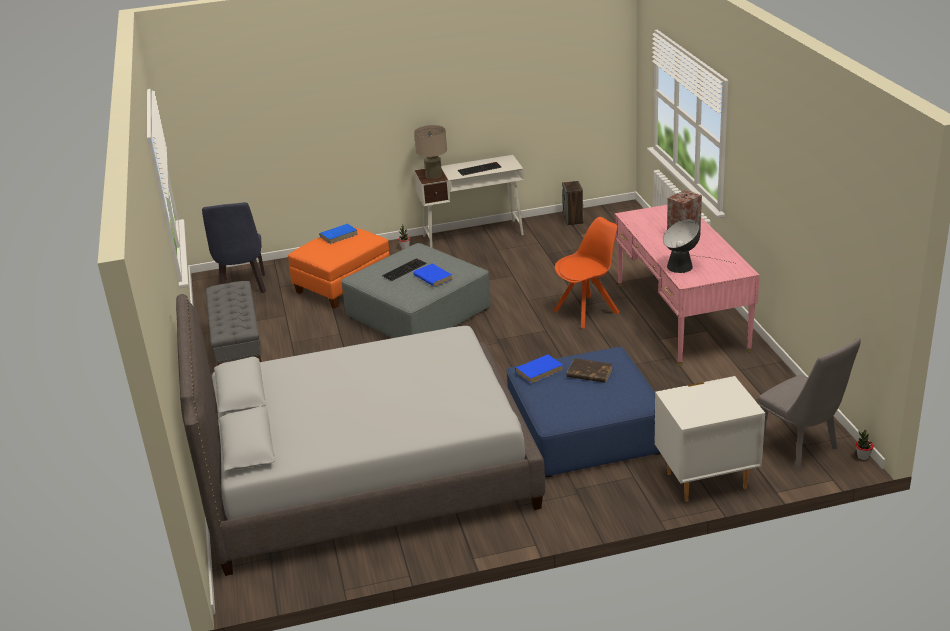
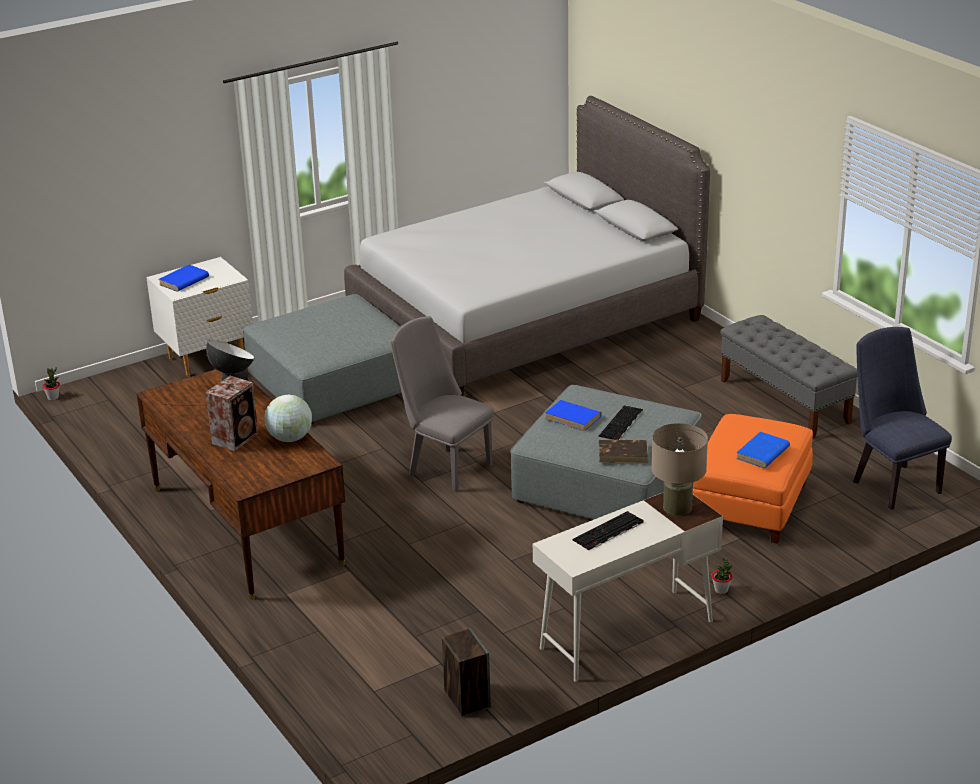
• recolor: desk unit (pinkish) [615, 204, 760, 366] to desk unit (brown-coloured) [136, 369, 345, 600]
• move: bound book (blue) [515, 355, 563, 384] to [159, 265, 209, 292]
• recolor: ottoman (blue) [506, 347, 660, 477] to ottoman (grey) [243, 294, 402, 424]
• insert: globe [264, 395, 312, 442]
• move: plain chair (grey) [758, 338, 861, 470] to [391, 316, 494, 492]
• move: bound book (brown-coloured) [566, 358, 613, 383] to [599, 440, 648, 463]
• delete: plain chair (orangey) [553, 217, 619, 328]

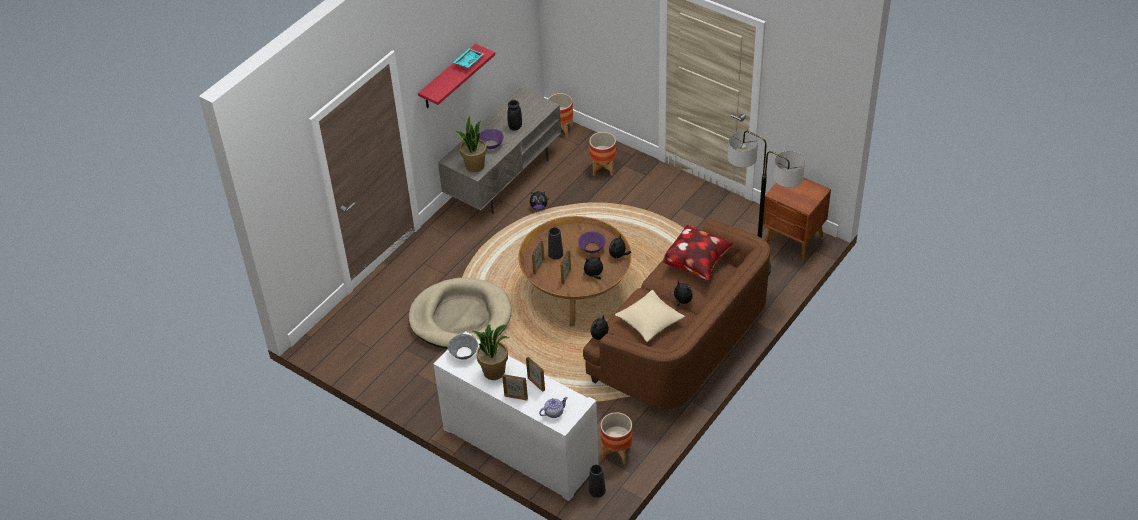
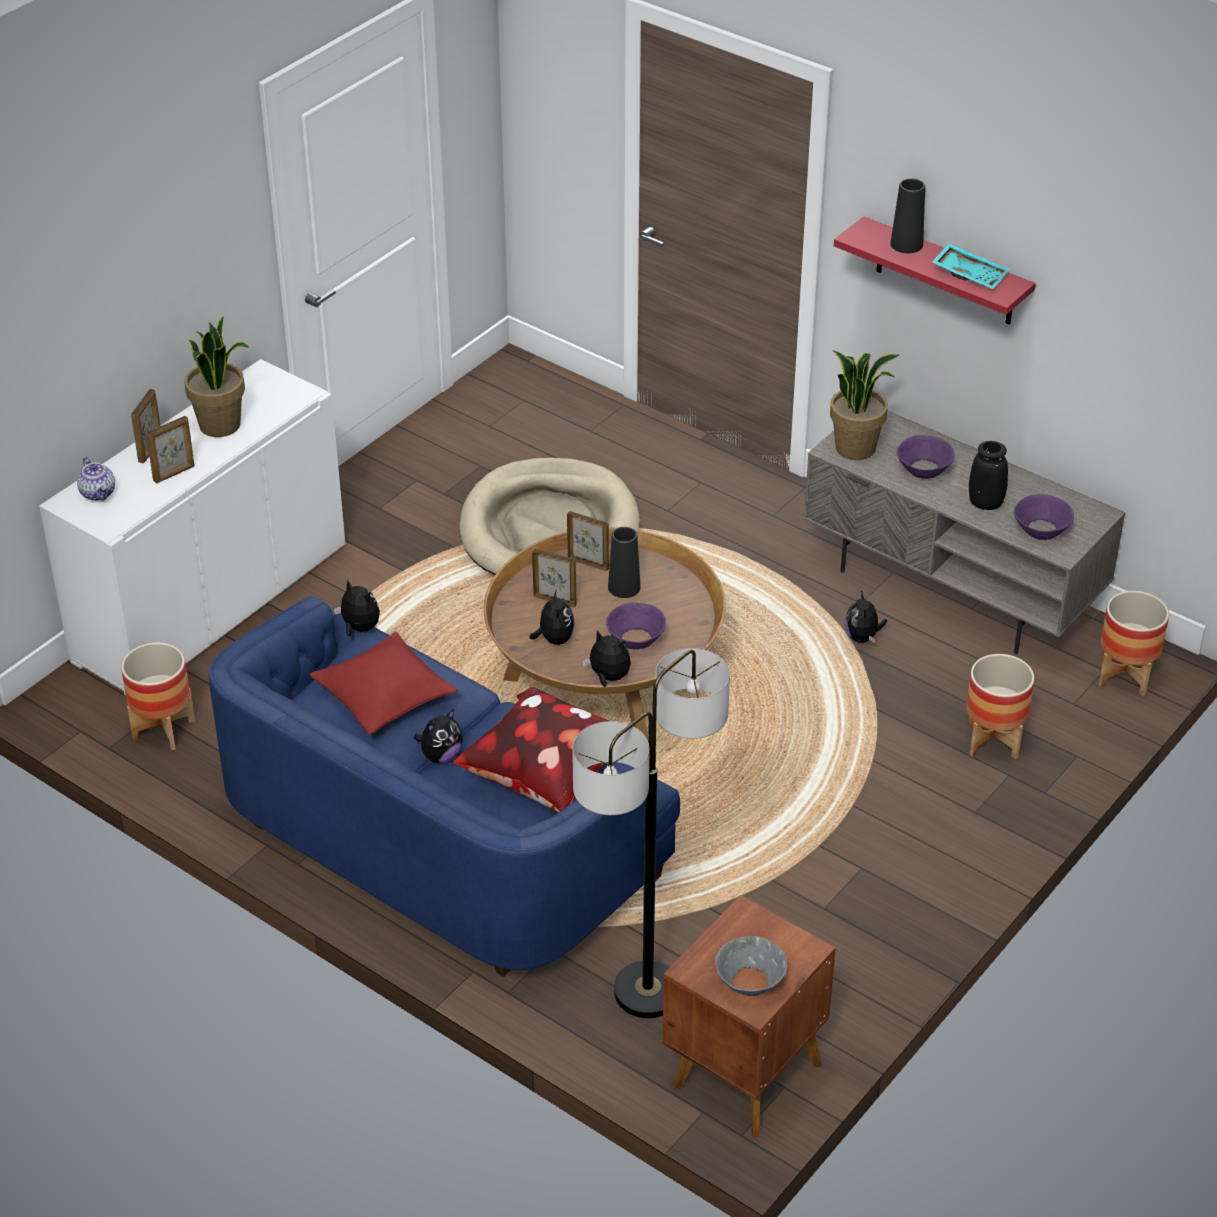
• recolor: settee (brown-coloured) [583, 219, 770, 409] to settee (blue) [209, 596, 680, 977]
• recolor: cushion (beige) [615, 290, 685, 342] to cushion (reddish) [309, 632, 458, 735]
• move: bowl (grey) [447, 334, 478, 360] to [715, 936, 788, 996]
• move: vase (blackish) [589, 464, 606, 498] to [890, 178, 925, 253]
• insert: bowl (purple-coloured) [1014, 494, 1074, 540]

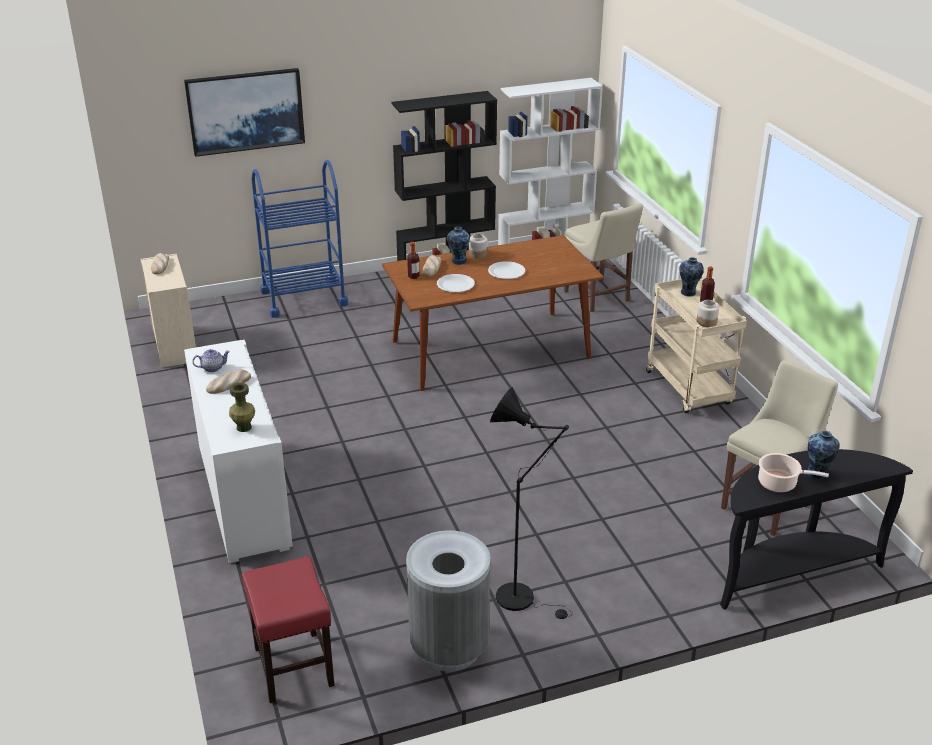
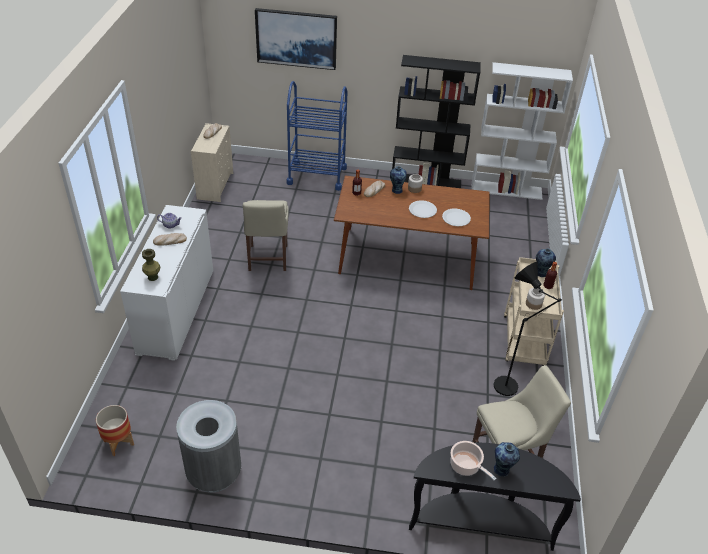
• replace: stool seat (reddish) [242, 556, 334, 703] to planter [96, 405, 134, 456]
• move: plain chair (beige) [564, 203, 643, 312] to [243, 200, 289, 271]
• move: dinner plate (white-coloured) [437, 274, 475, 292] to [442, 208, 471, 226]
• move: standing lamp (blackish) [490, 387, 573, 619] to [493, 262, 562, 396]

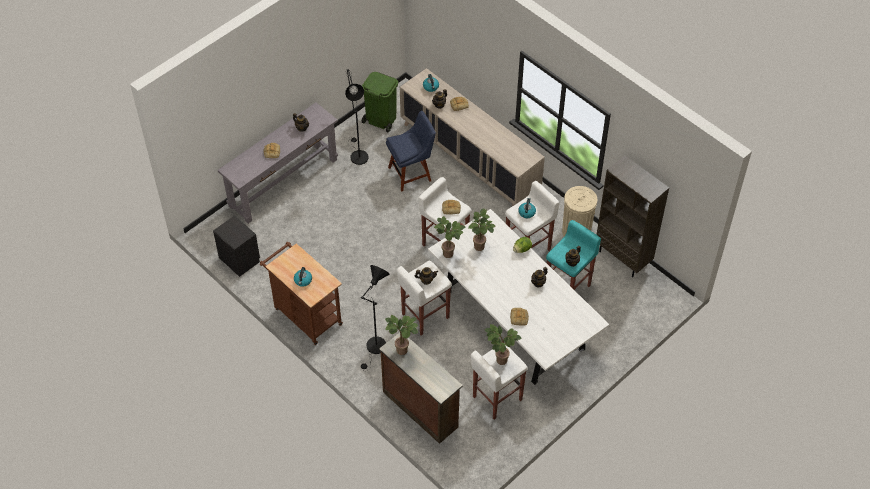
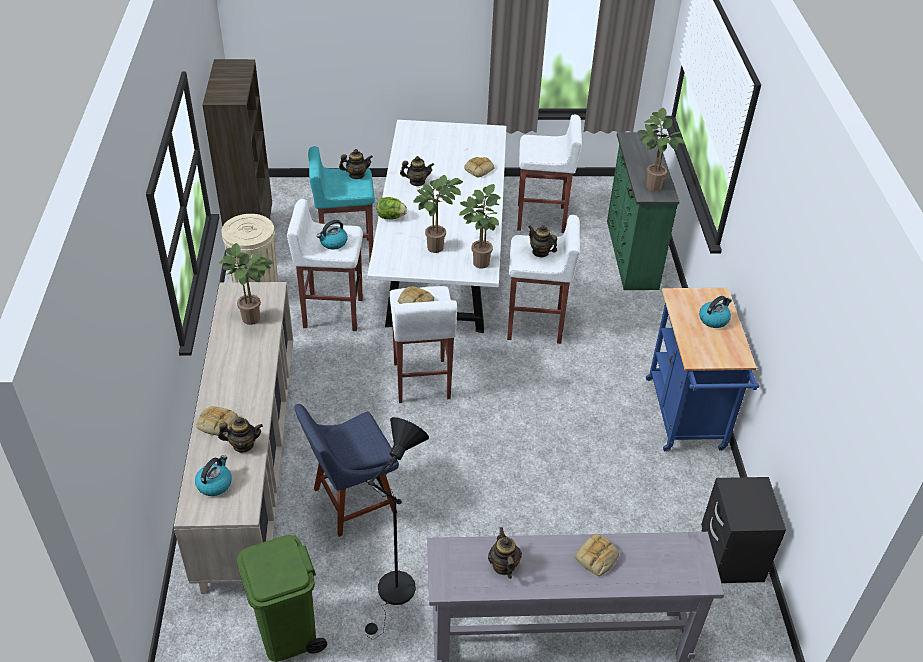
• move: houseplant [484, 324, 522, 365] to [219, 243, 274, 325]
• rotate: plain chair (blue) [386, 111, 436, 192] = [294, 404, 399, 537] 45 degrees counterclockwise
• recolor: chest of drawers (brown-coloured) [379, 332, 463, 444] to chest of drawers (green) [607, 132, 680, 290]
• recolor: trolley (brown-coloured) [260, 242, 343, 345] to trolley (blue) [646, 288, 759, 452]
• delete: standing lamp (blackish) [361, 265, 389, 372]

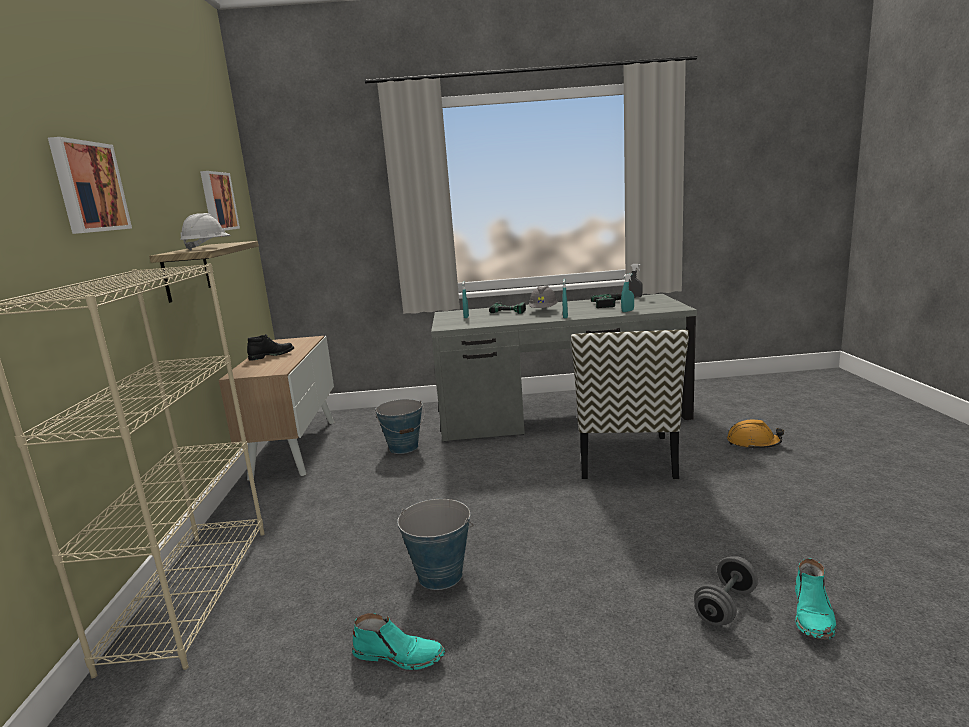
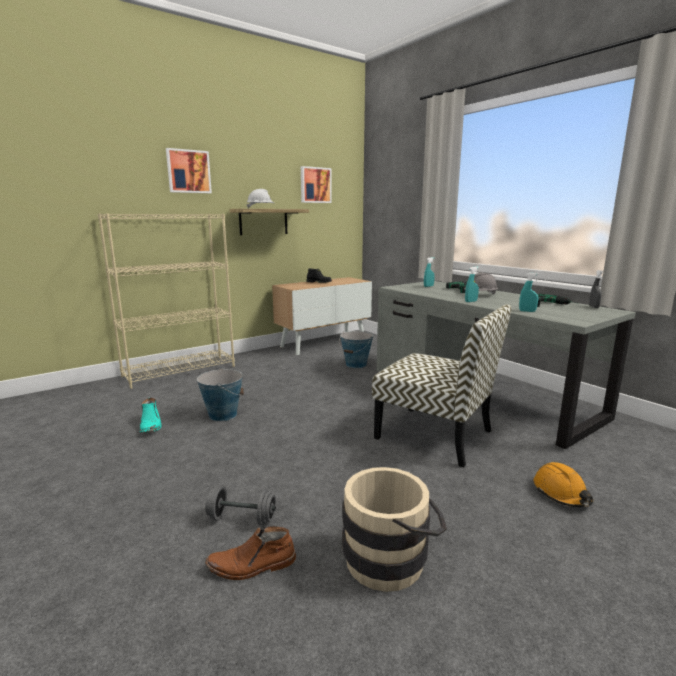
• recolor: boot (blue-green) [795, 558, 836, 640] to boot (brown-coloured) [205, 526, 296, 580]
• insert: water bucket (beige) [342, 467, 447, 592]
• rotate: plain chair [571, 330, 689, 479] = [372, 304, 511, 467] 120 degrees counterclockwise

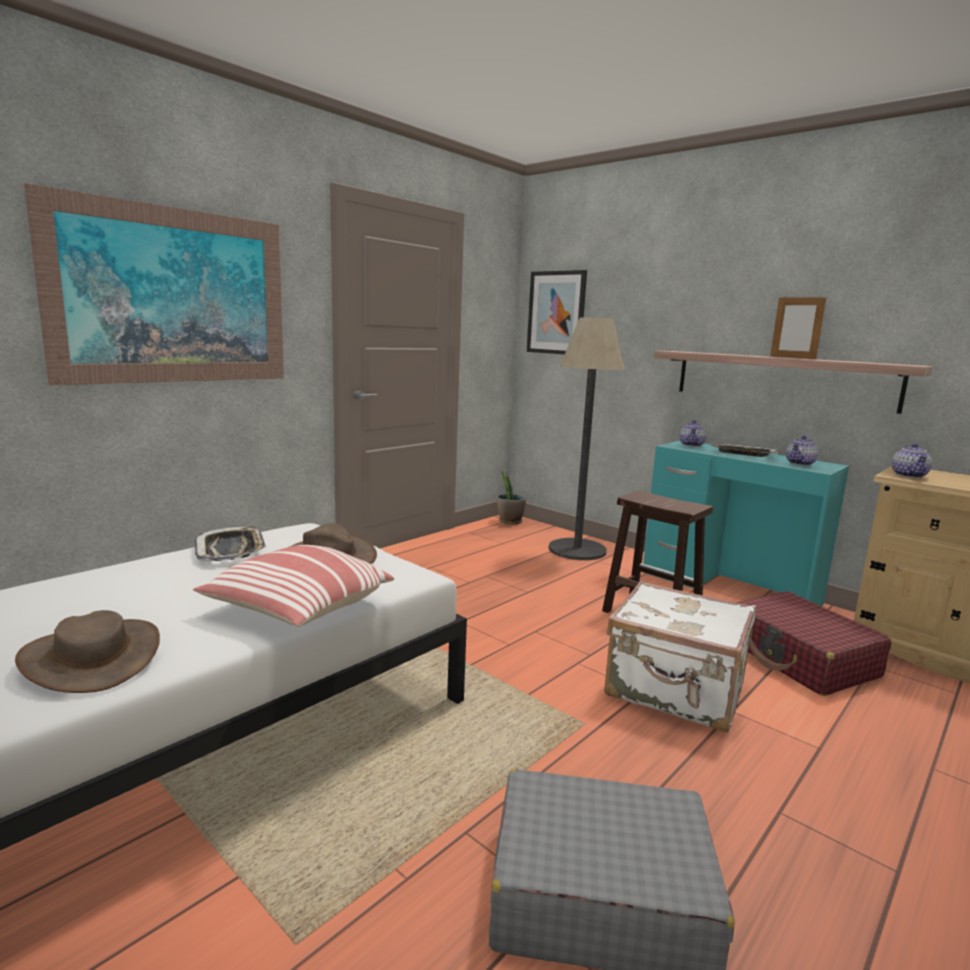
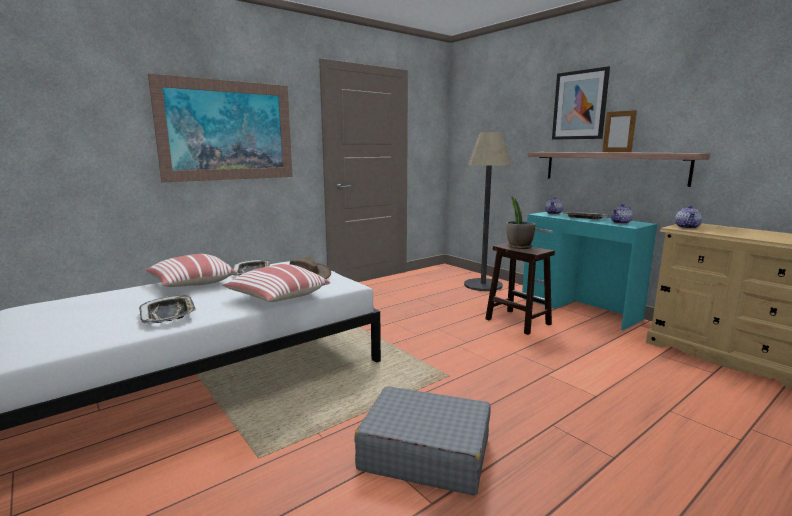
• replace: hat (brown-coloured) [15, 610, 160, 693] to carrying tray [139, 295, 196, 324]
• insert: cushion [145, 254, 237, 287]
• move: houseplant [497, 471, 526, 524] to [506, 196, 536, 249]
• move: wall picture [527, 270, 587, 354] to [552, 66, 610, 140]
• delete: travel case (white-coloured) [604, 581, 756, 732]
• delete: travel case (reddish) [735, 591, 891, 696]

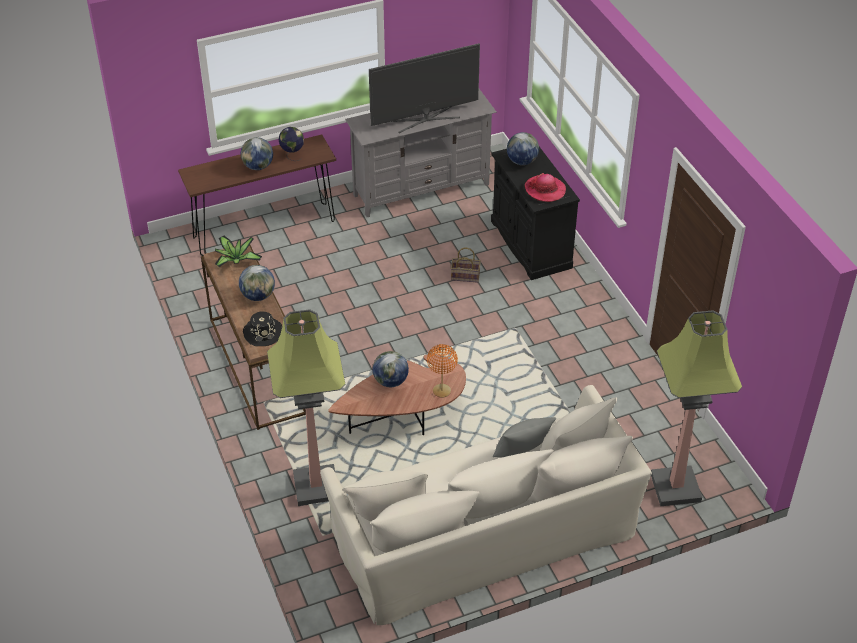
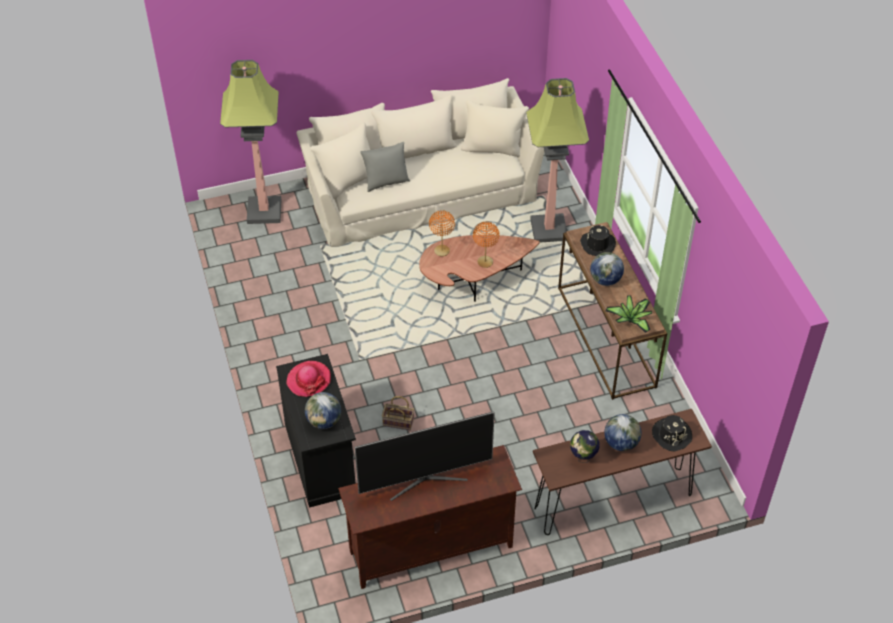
• recolor: tv stand (grey) [345, 89, 497, 217] to tv stand (brown-coloured) [338, 445, 522, 589]
• replace: globe [373, 351, 409, 387] to table lamp (orangey) [473, 222, 500, 268]
• insert: hat (blackish) [652, 415, 692, 452]

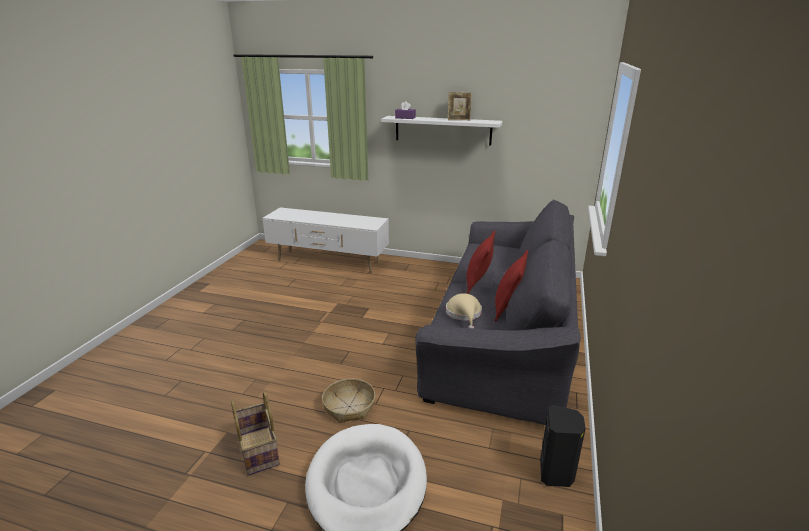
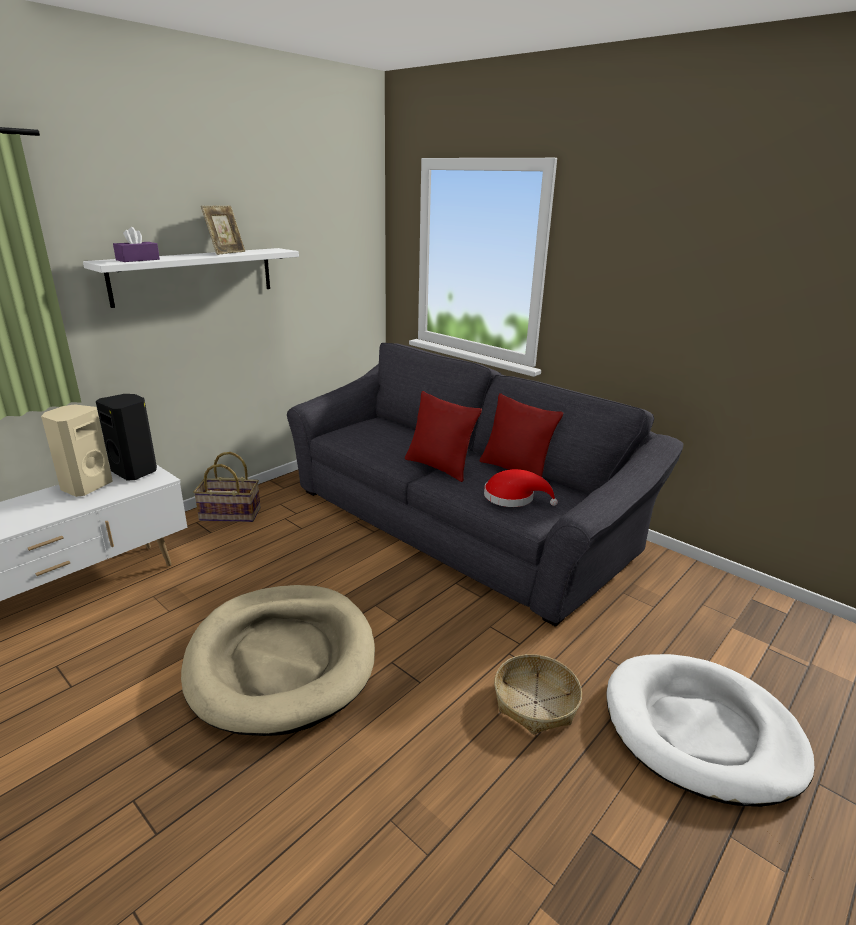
• insert: audio speaker (beige) [41, 404, 113, 497]
• move: audio speaker (blackish) [540, 405, 586, 487] to [96, 394, 157, 481]
• insert: dog cushion (beige) [181, 585, 375, 736]
• move: basket [231, 392, 280, 476] to [193, 452, 261, 522]
• recolor: hat (beige) [446, 293, 482, 328] to hat (reddish) [484, 469, 558, 507]

